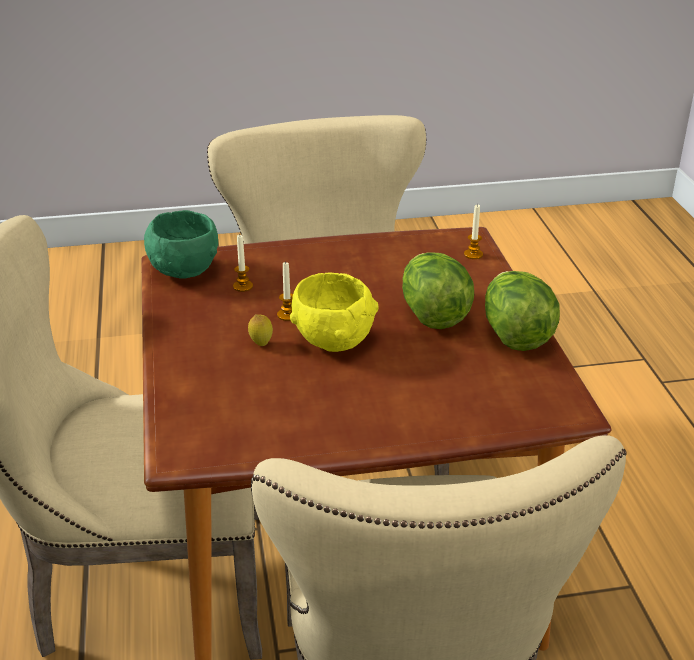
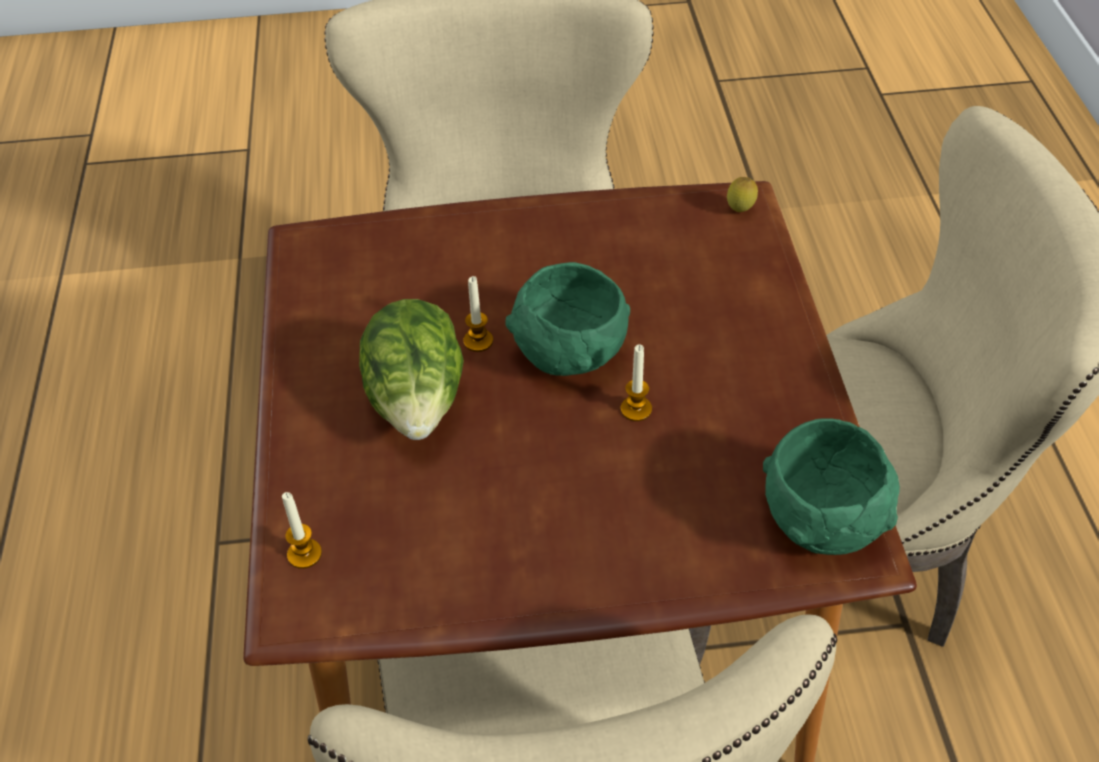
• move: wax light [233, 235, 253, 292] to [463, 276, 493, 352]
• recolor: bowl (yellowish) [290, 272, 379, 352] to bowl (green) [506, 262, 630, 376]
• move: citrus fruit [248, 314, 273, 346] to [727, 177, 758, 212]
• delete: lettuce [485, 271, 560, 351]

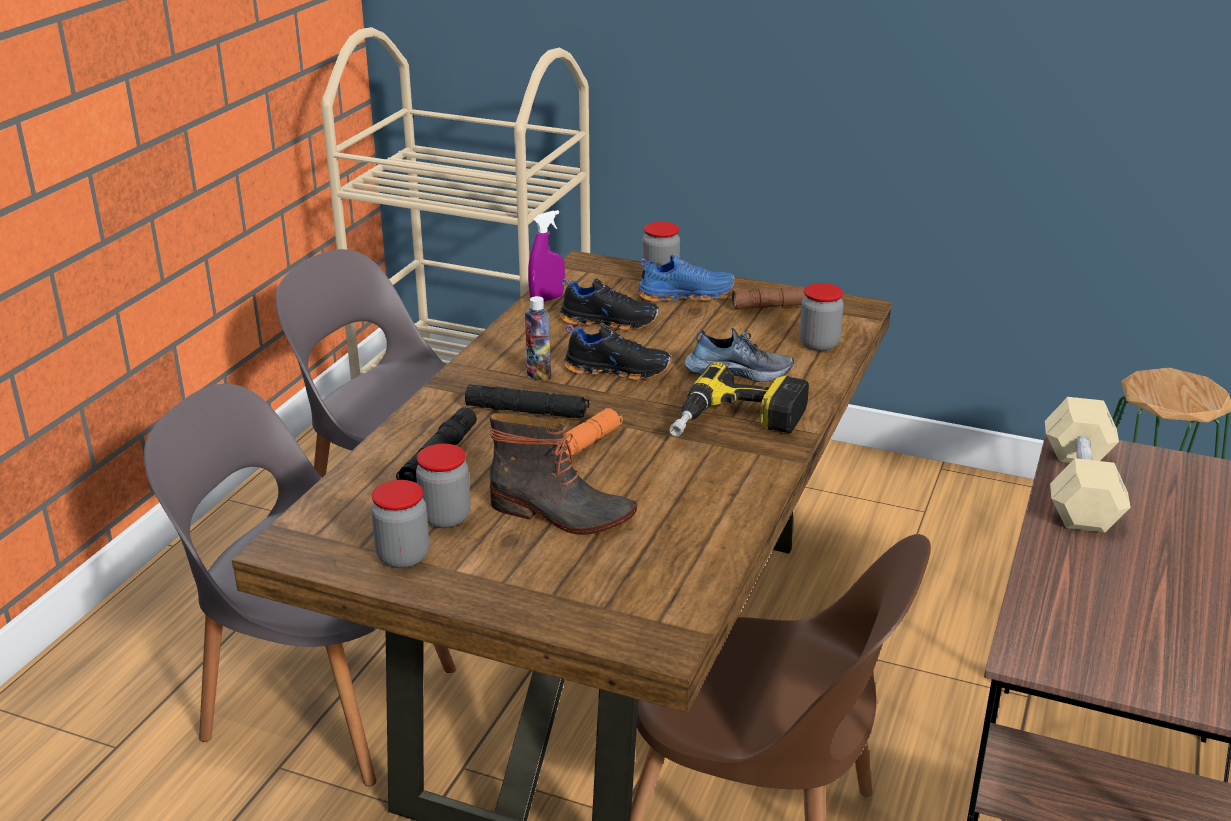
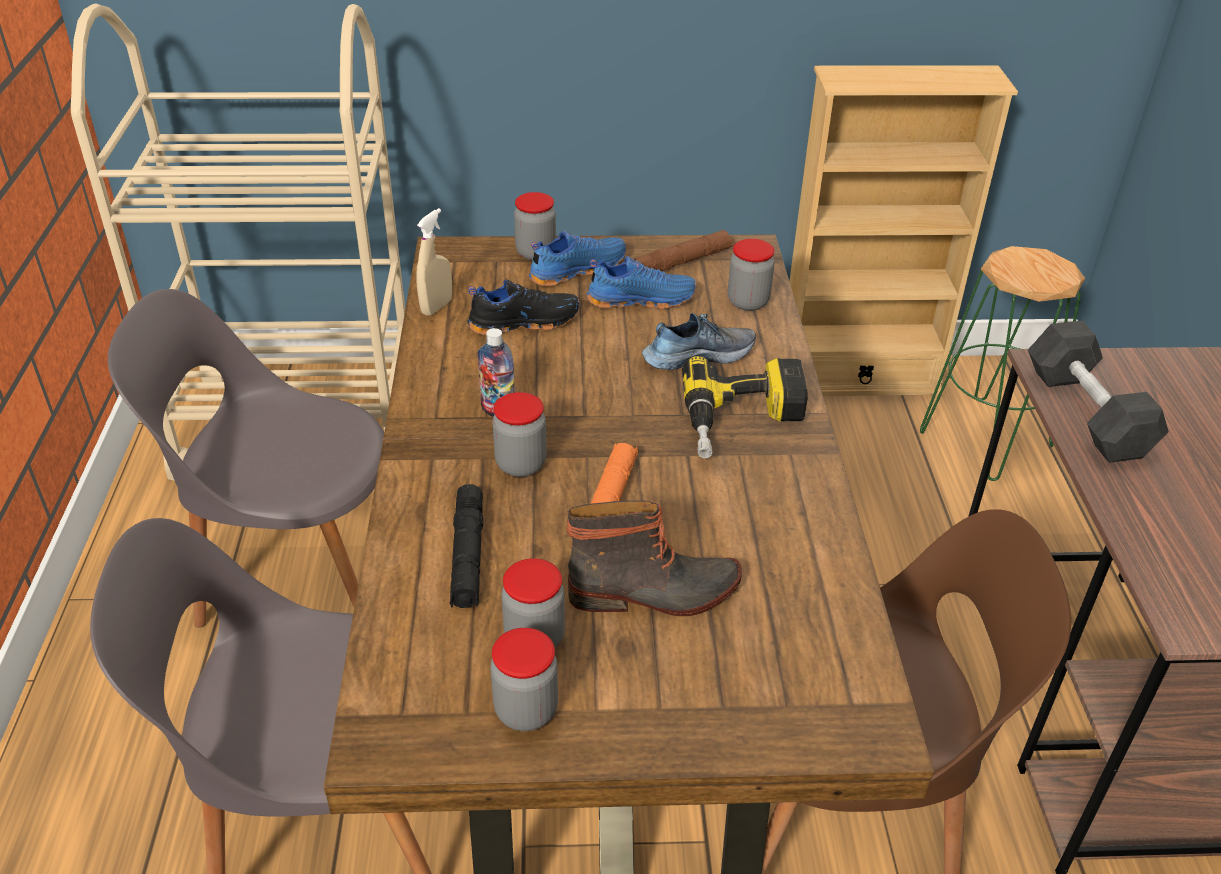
• recolor: hand sprayer (purple-coloured) [528, 210, 565, 302] to hand sprayer (beige) [416, 208, 452, 316]
• replace: flashlight (blackish) [465, 385, 589, 419] to storage jar [493, 392, 547, 477]
• insert: shoe (blue) [587, 256, 697, 309]
• insert: bookcase (beige) [789, 66, 1018, 396]
• recolor: dumbbell (beige) [1045, 397, 1131, 533] to dumbbell (blackish) [1028, 321, 1169, 463]
• delete: shoe (blackish) [563, 325, 671, 380]

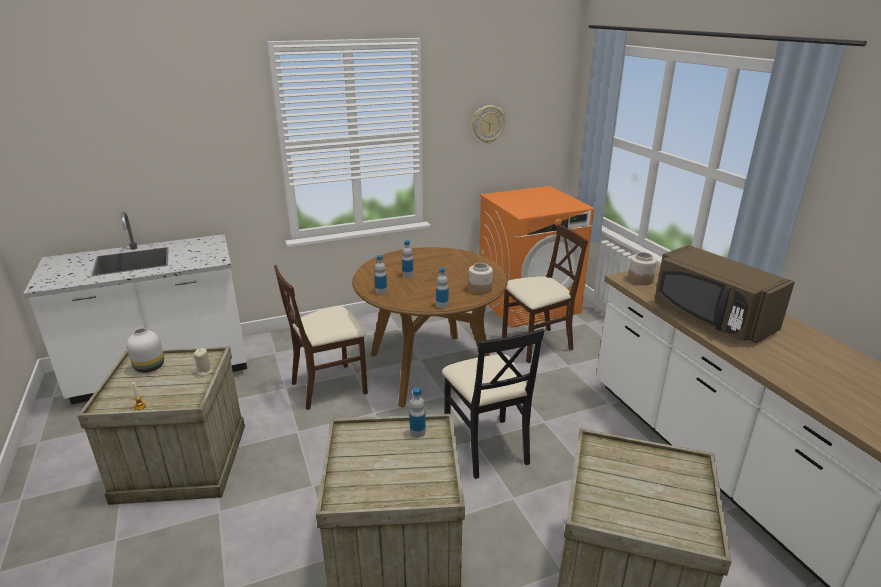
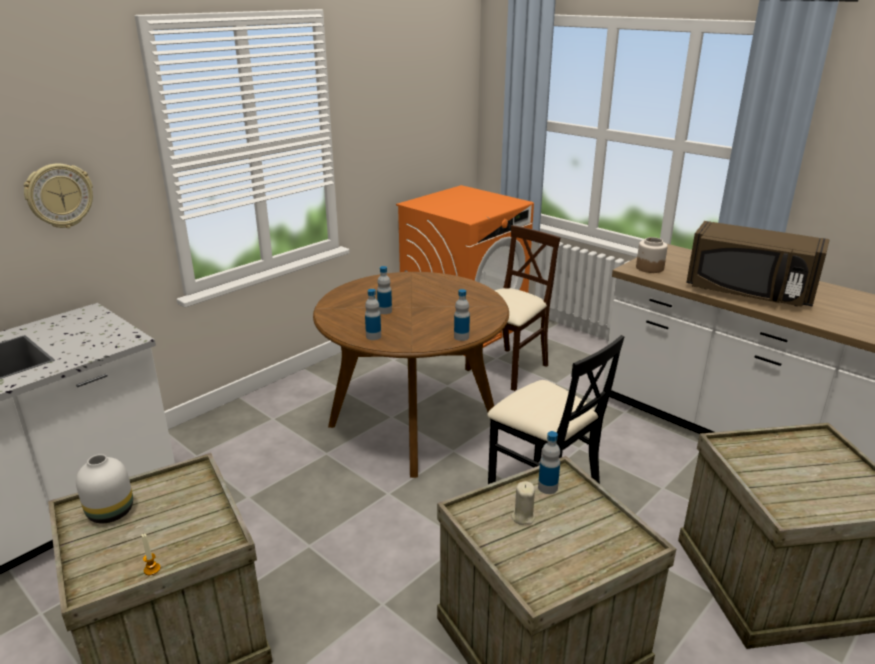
• move: clock on the wall [472, 105, 506, 143] to [24, 164, 93, 228]
• move: wax light (beige) [194, 348, 213, 376] to [512, 482, 535, 525]
• delete: plain chair (beige) [274, 265, 368, 410]
• delete: storage jar [468, 263, 493, 294]

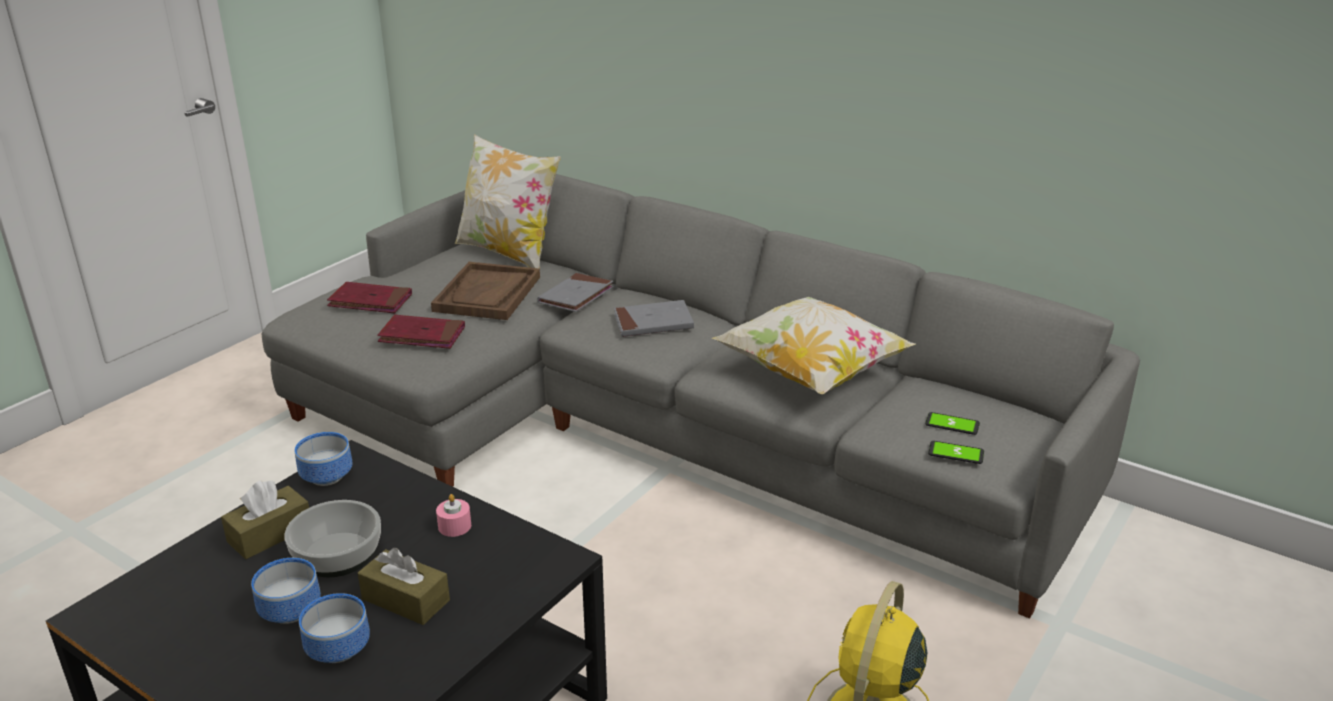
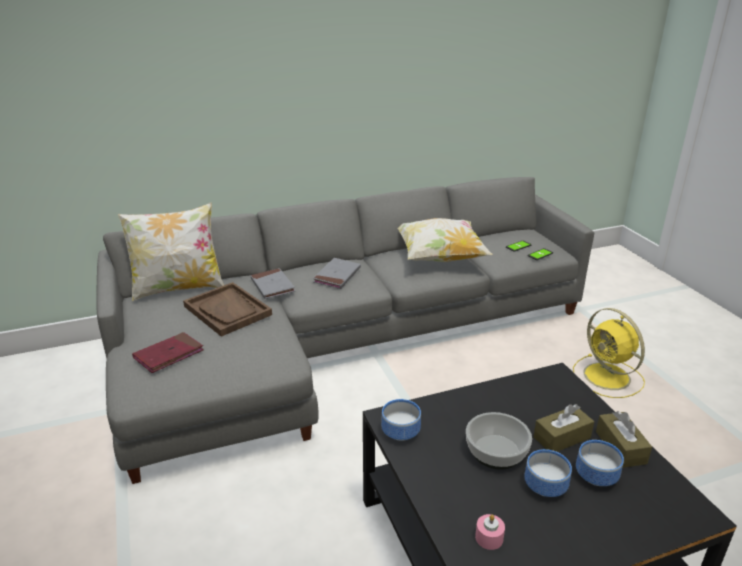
• move: wax light (pinkish) [436, 494, 471, 537] to [475, 514, 505, 550]
• move: box of tissues (brown-coloured) [221, 480, 309, 559] to [596, 411, 652, 468]
• delete: bound book (reddish) [377, 315, 465, 349]

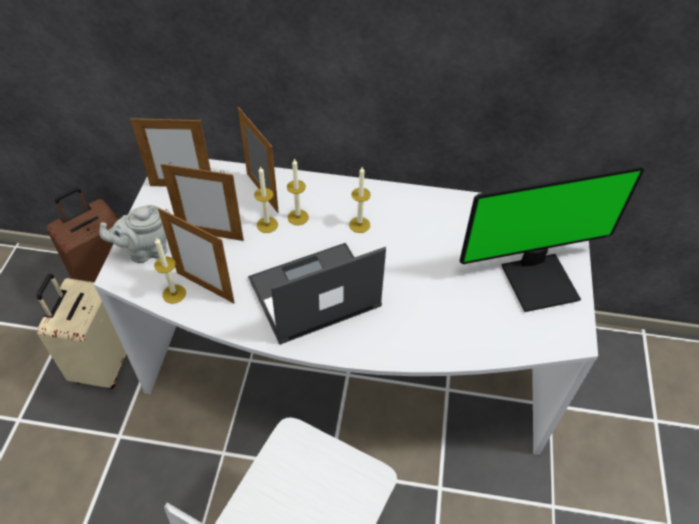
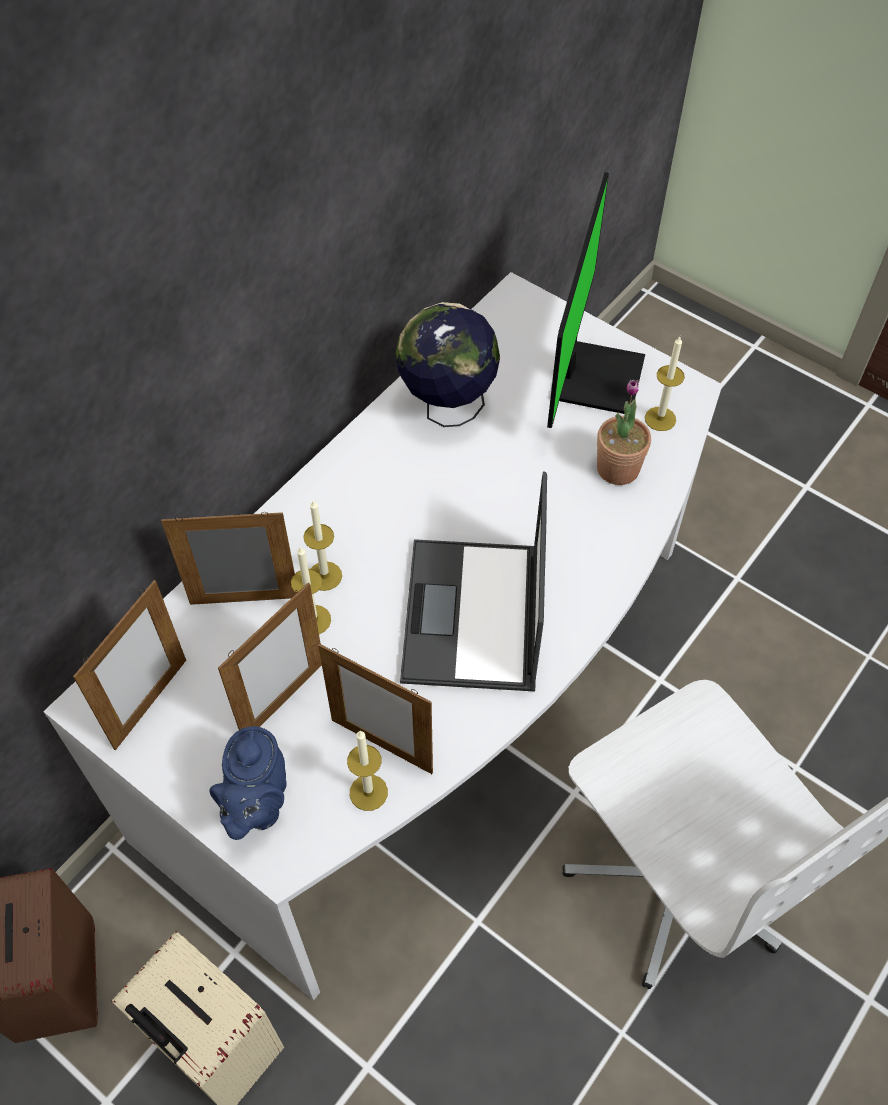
• recolor: pot for tea (grey) [99, 205, 167, 263] to pot for tea (blue) [209, 726, 287, 840]
• rotate: standing frame [158, 208, 235, 303] = [318, 644, 433, 774] 60 degrees clockwise
• insert: globe [395, 302, 500, 427]
• insert: houseplant [597, 379, 651, 485]
• move: wax light [349, 167, 371, 233] to [645, 337, 685, 431]

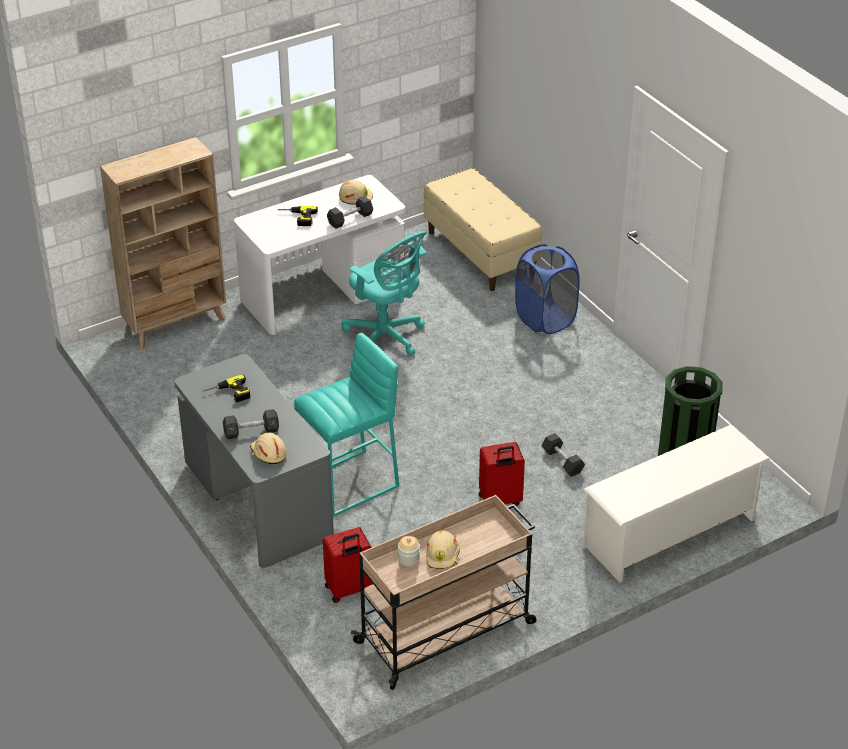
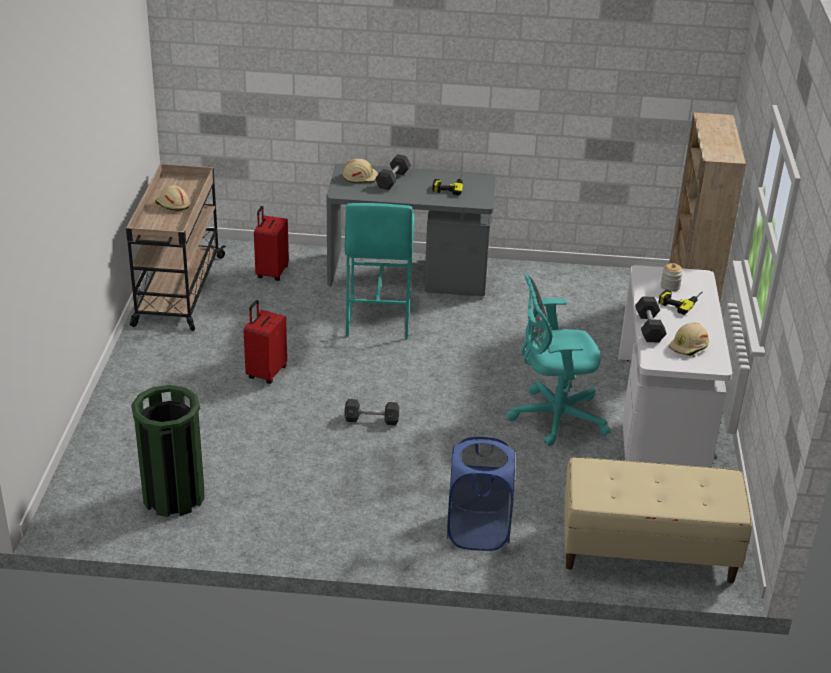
• move: dumbbell (blackish) [541, 433, 585, 477] to [344, 399, 399, 425]
• move: storage jar [398, 536, 420, 567] to [661, 263, 683, 292]
• delete: shoe rack (white-coloured) [582, 425, 770, 583]

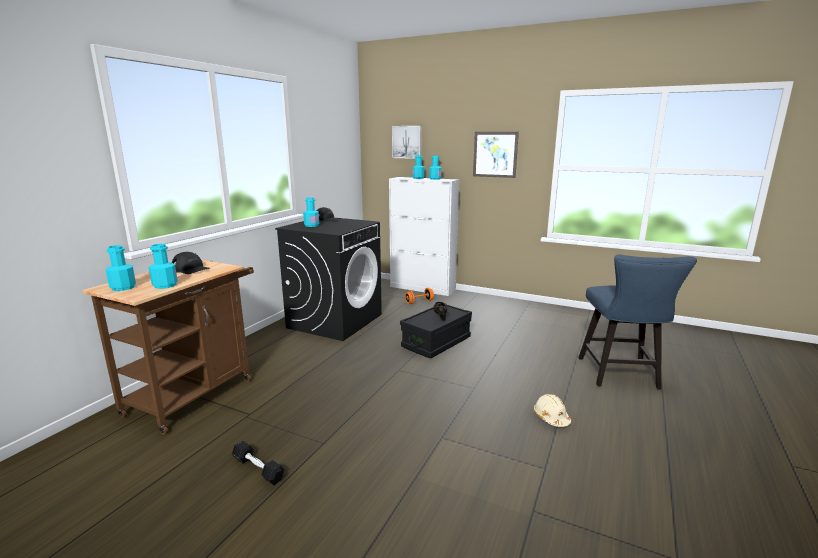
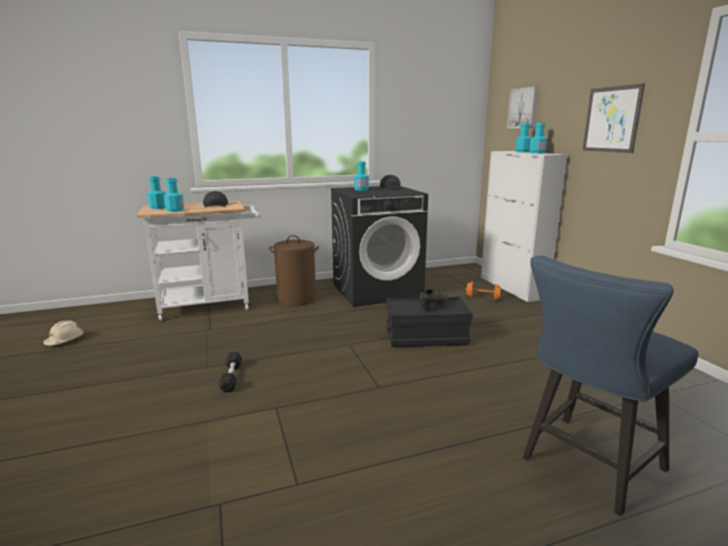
• move: hard hat (beige) [533, 394, 571, 427] to [44, 320, 84, 345]
• recolor: trolley (brown-coloured) [82, 260, 254, 435] to trolley (white-coloured) [137, 201, 261, 321]
• move: dumbbell (blackish) [232, 441, 284, 485] to [219, 352, 242, 392]
• insert: washing basket (brown-coloured) [269, 235, 319, 306]

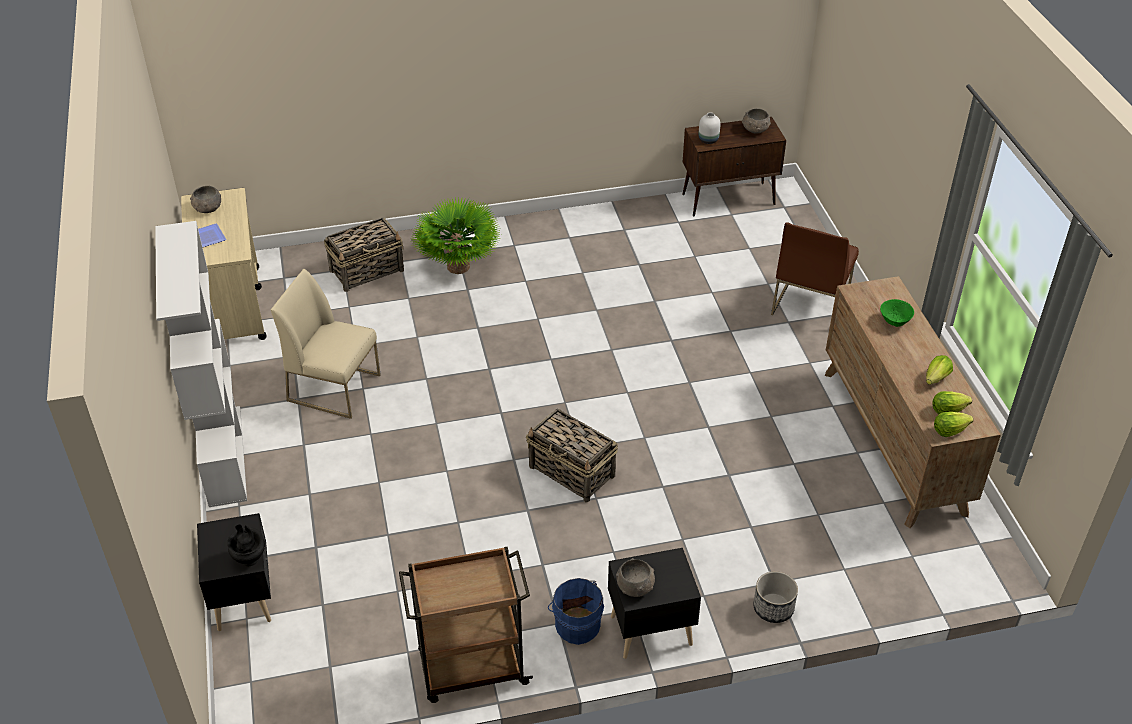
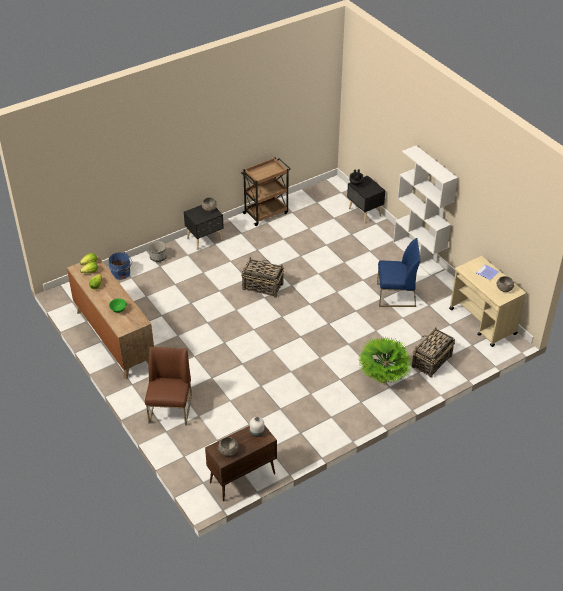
• move: water bucket (blue) [548, 578, 604, 645] to [109, 252, 132, 280]
• recolor: plain chair (beige) [271, 269, 381, 419] to plain chair (blue) [377, 238, 421, 307]

